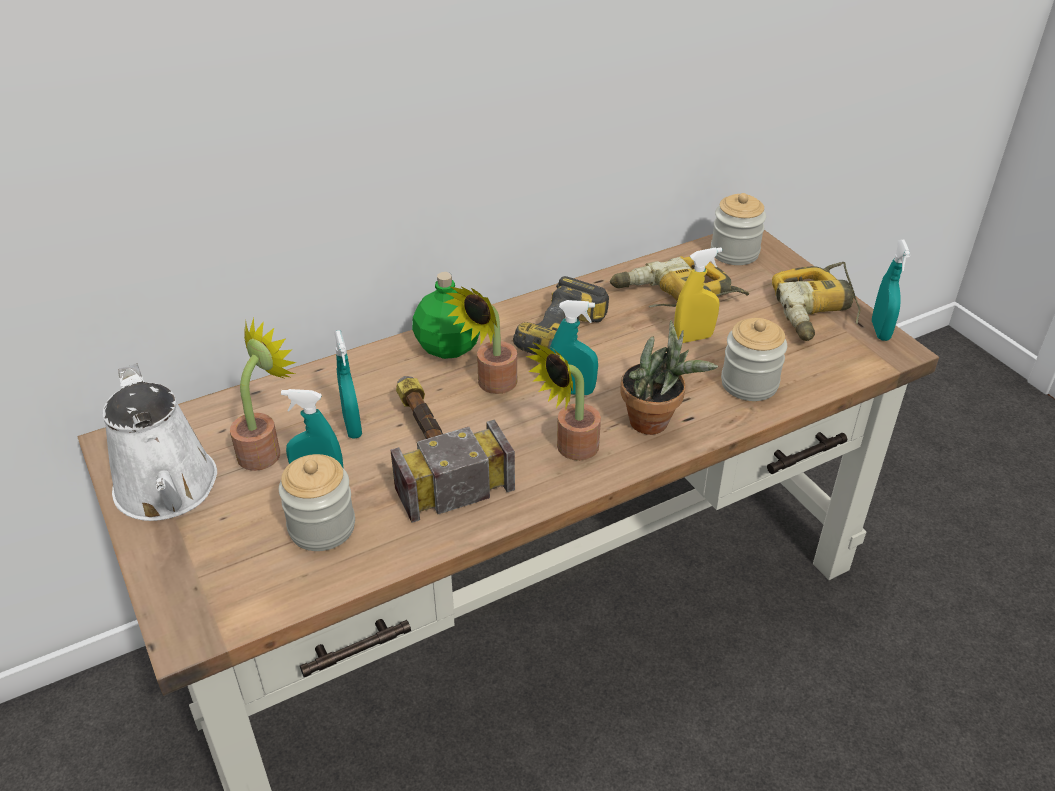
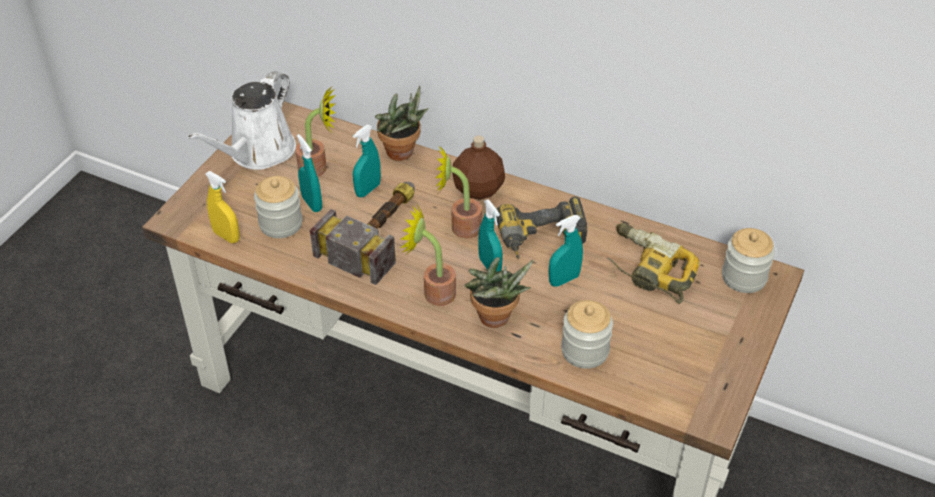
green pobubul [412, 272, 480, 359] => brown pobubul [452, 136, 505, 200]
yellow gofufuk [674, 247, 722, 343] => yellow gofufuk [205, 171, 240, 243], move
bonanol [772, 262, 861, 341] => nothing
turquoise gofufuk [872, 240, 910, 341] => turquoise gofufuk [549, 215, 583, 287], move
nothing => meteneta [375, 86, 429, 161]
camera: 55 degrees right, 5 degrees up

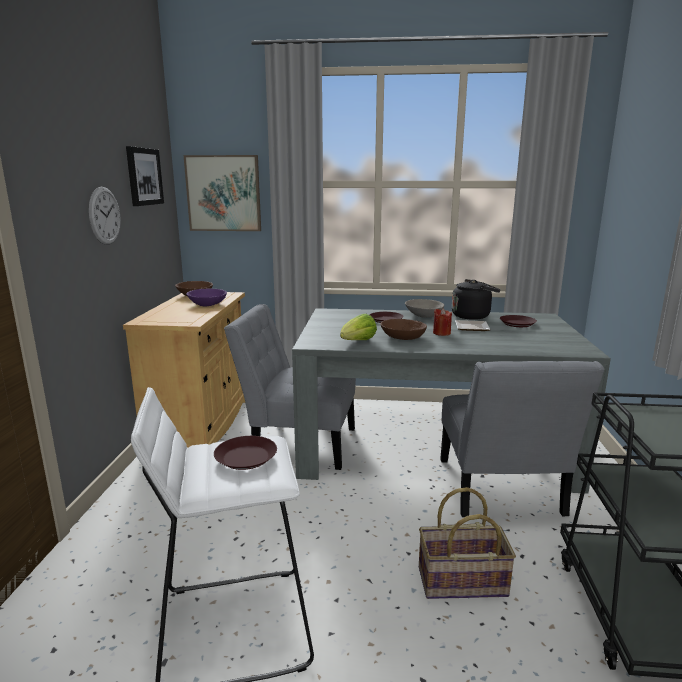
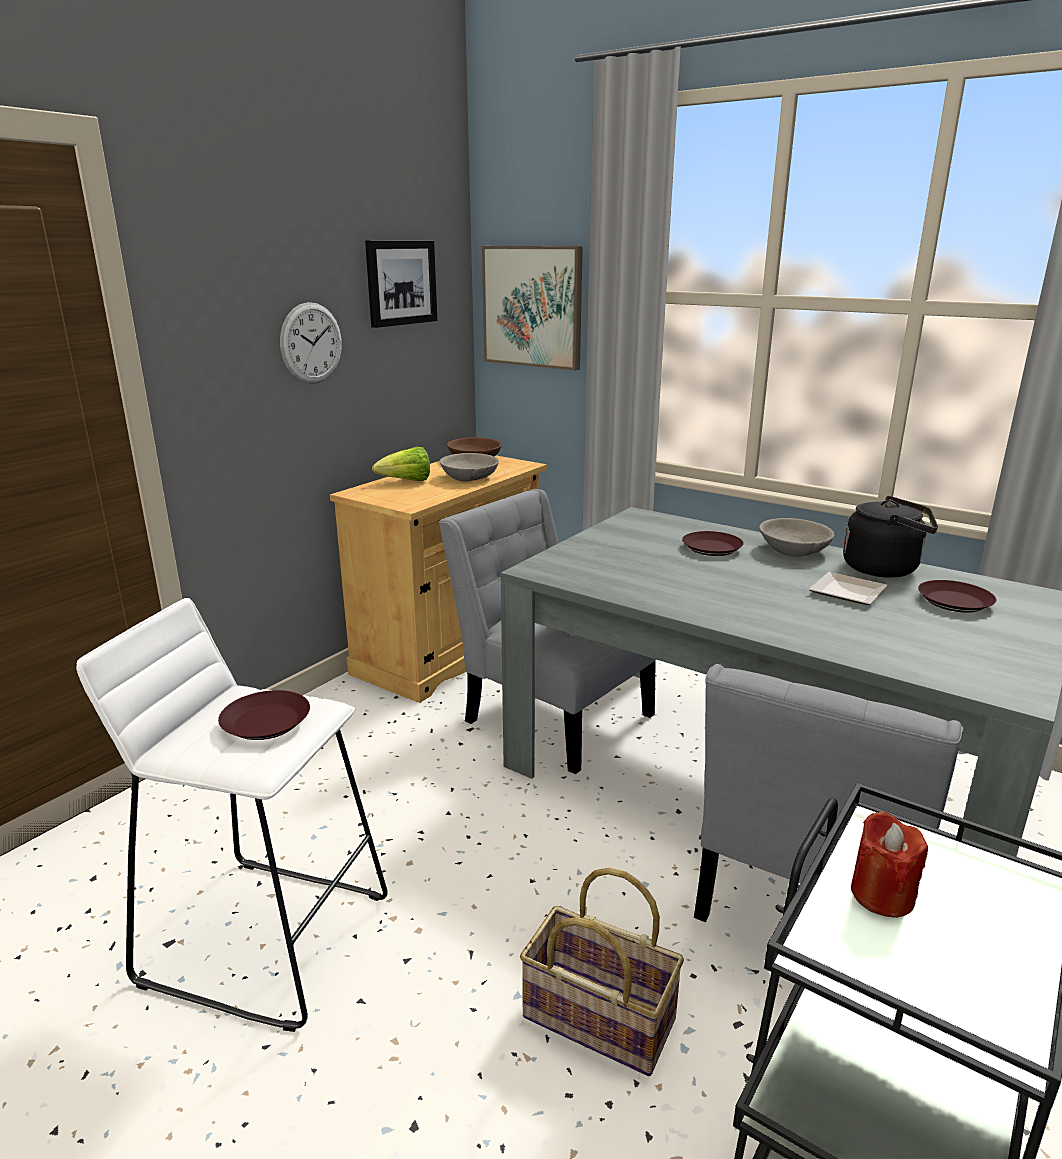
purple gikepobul [186, 289, 227, 306] => grey gikepobul [440, 453, 499, 482]
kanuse [340, 314, 377, 340] => kanuse [372, 447, 430, 481], move
brown gikepobul [380, 319, 427, 340] => nothing
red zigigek [433, 308, 452, 336] => red zigigek [851, 811, 928, 918], move
camera: 30 degrees right, 5 degrees up

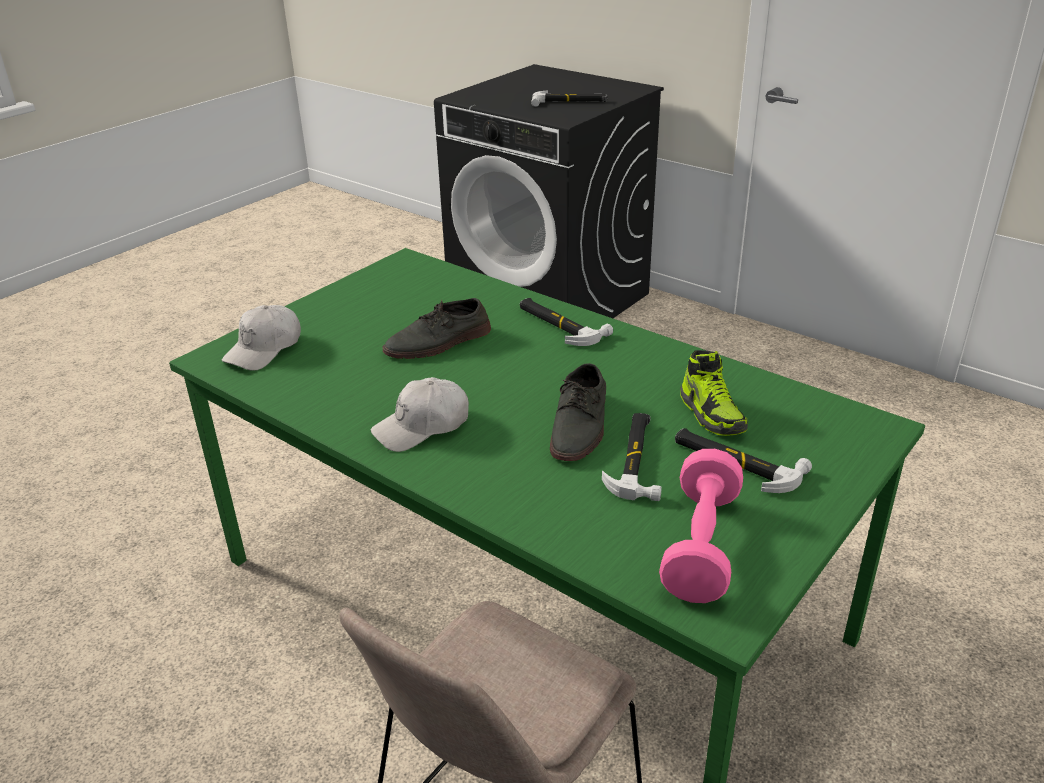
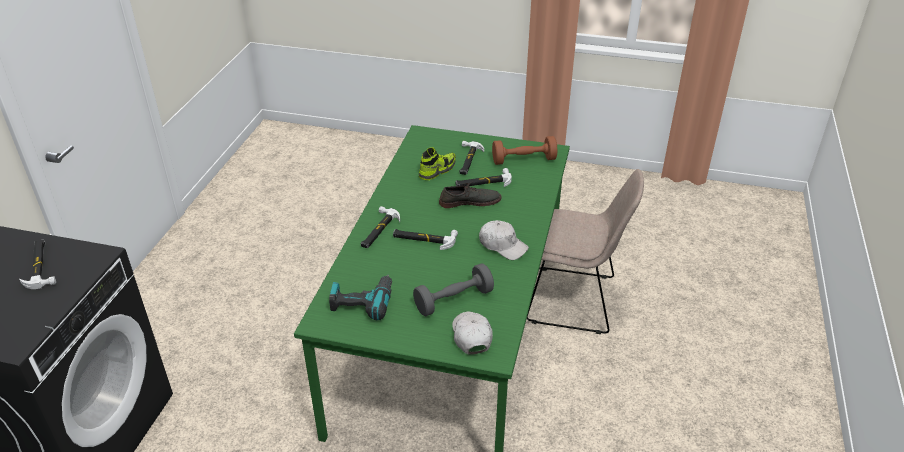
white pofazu [222, 305, 301, 371] => white pofazu [452, 312, 493, 355], 105 degrees counterclockwise
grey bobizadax [383, 298, 491, 359] => nothing
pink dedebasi [659, 449, 743, 603] => brown dedebasi [492, 136, 557, 165]
nothing => bonanol [329, 275, 392, 321]
nothing => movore [393, 229, 458, 250]
nothing => grey dedebasi [413, 263, 494, 316]
camera: 115 degrees left, 5 degrees up

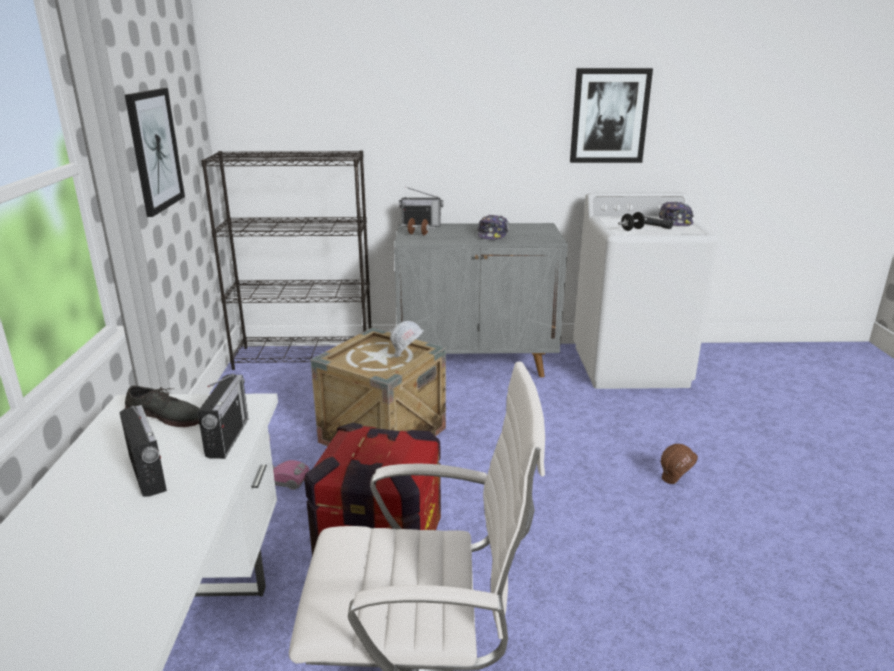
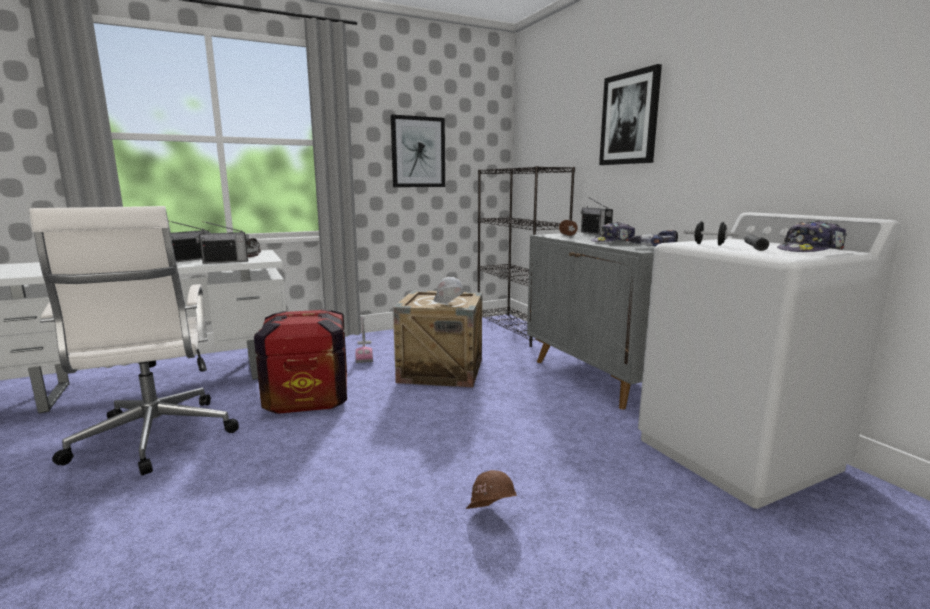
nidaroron [570, 68, 653, 163] => nidaroron [599, 64, 662, 165], move
nothing => bonanol [630, 230, 678, 246]
camera: 65 degrees right, 10 degrees down

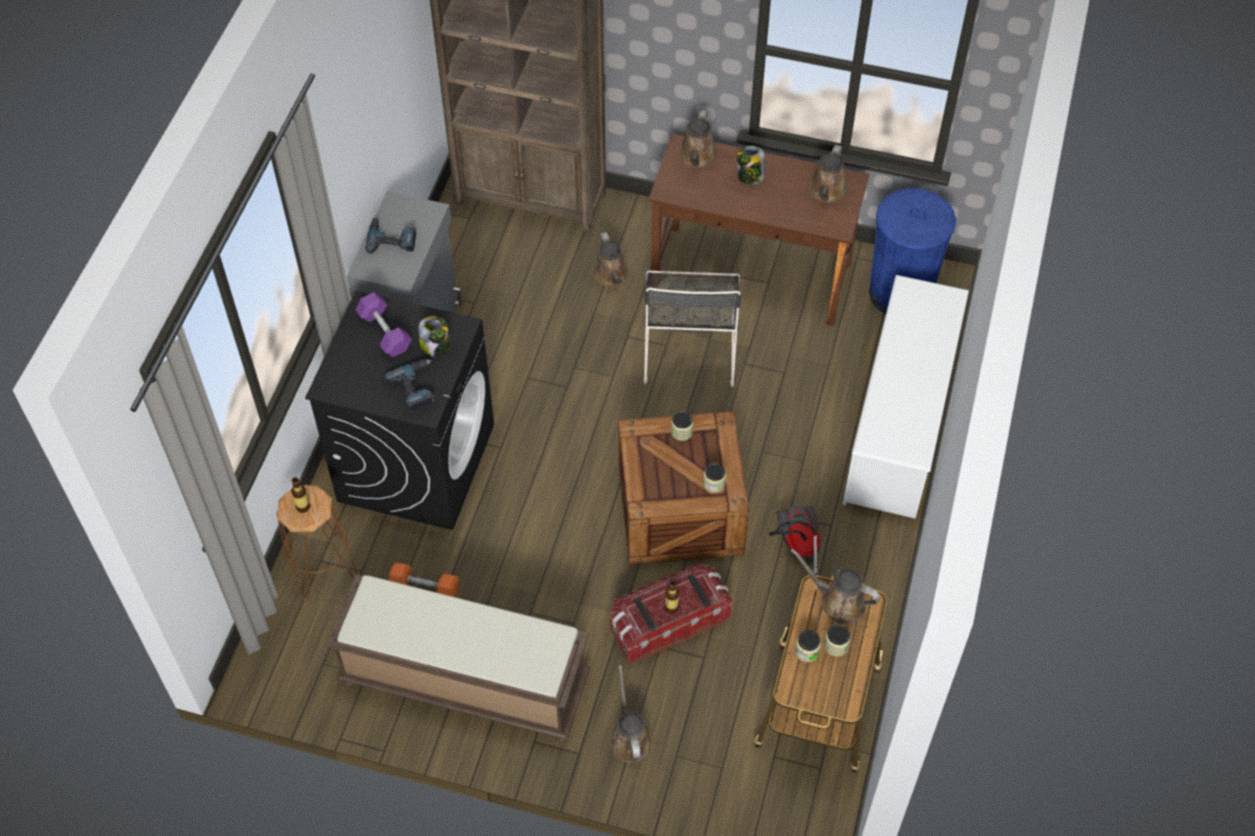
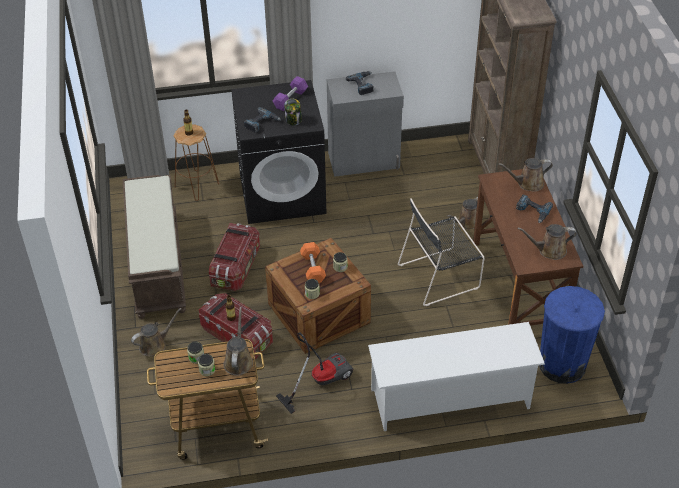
orange dedebasi [389, 563, 459, 597] => orange dedebasi [300, 242, 326, 283], move
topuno [737, 145, 765, 185] => bonanol [516, 194, 553, 223]
nothing => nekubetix [209, 223, 260, 291]
camera: 65 degrees right, 10 degrees down

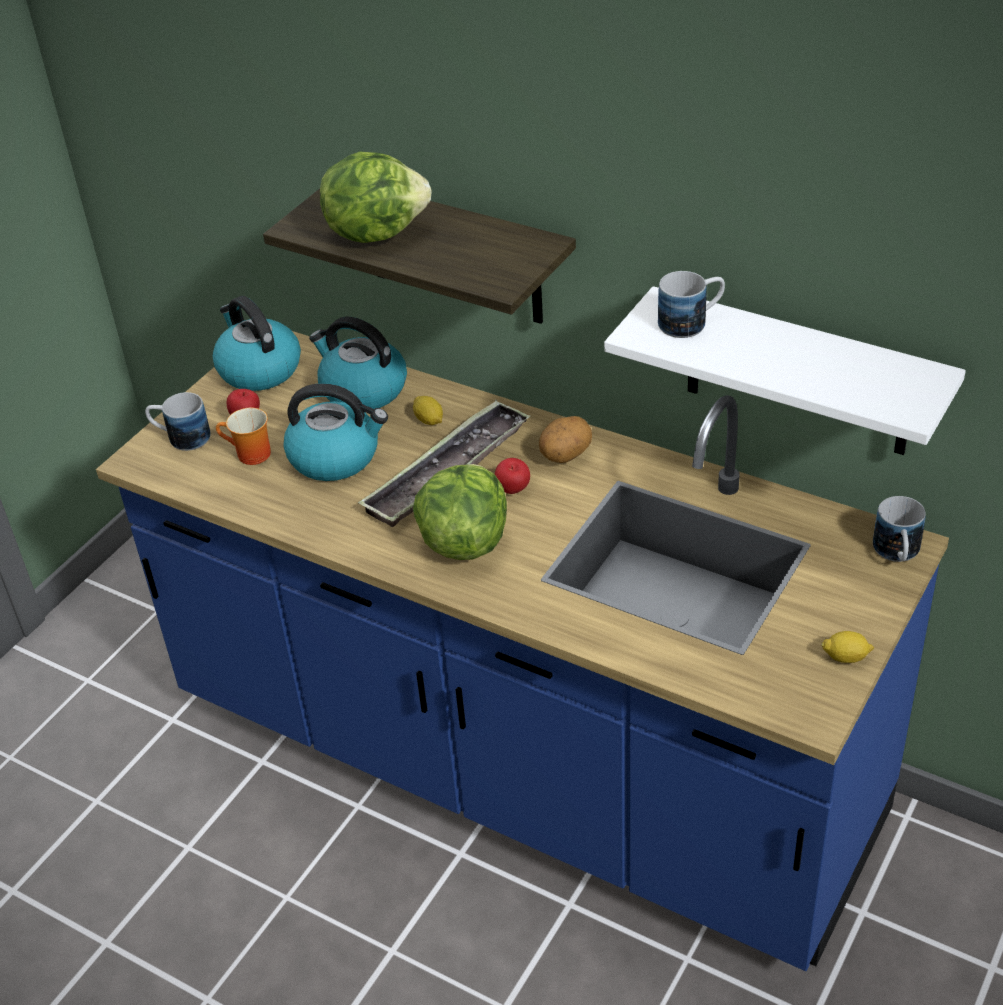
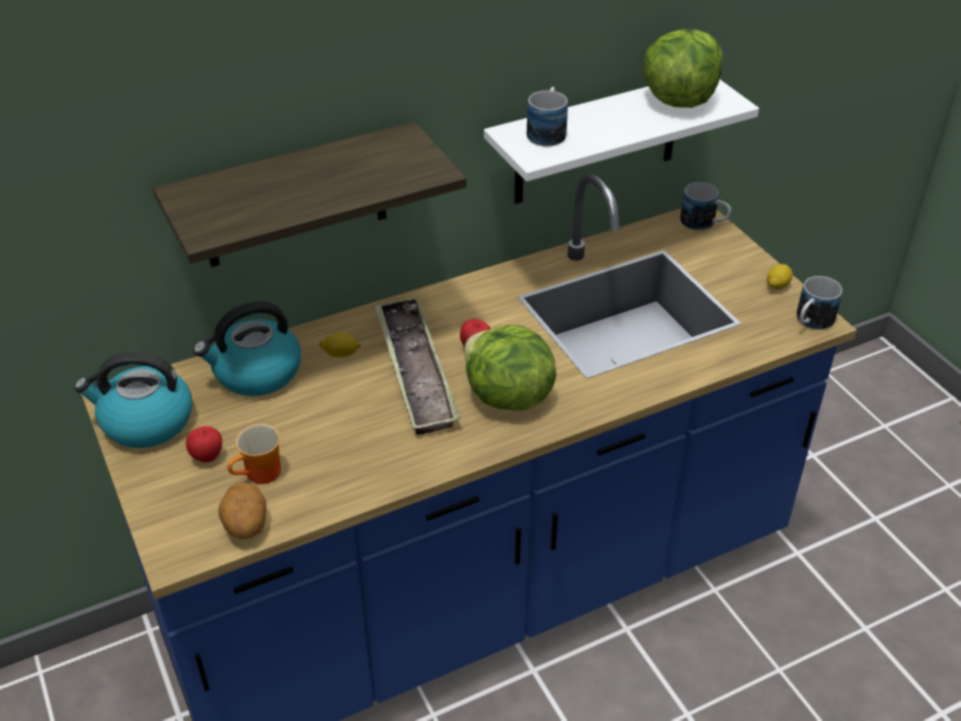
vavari [145, 392, 211, 451] => vavari [796, 276, 842, 330], move
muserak [283, 383, 388, 481] => nothing
kanuse [320, 151, 432, 243] => kanuse [643, 29, 723, 108], move
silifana [539, 416, 592, 463] => silifana [218, 482, 266, 539], move
camera: 60 degrees left, 0 degrees up

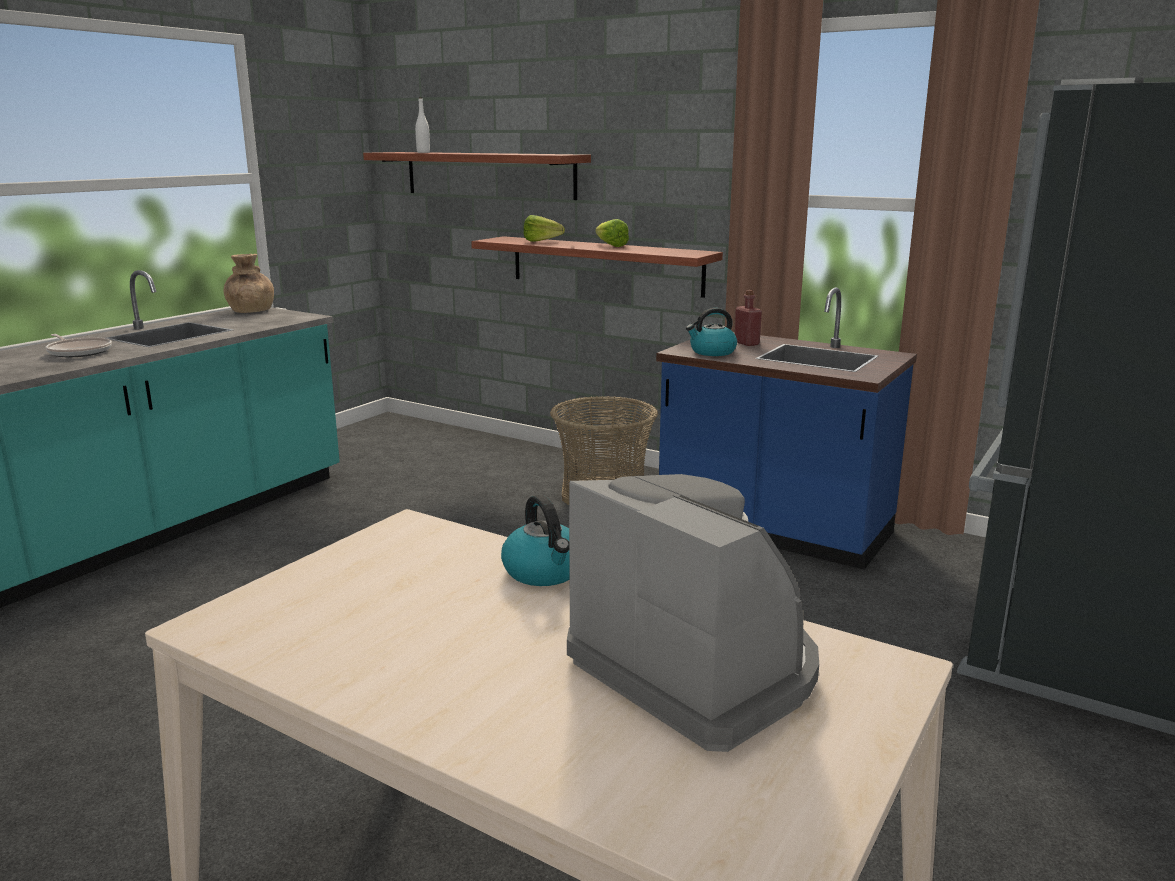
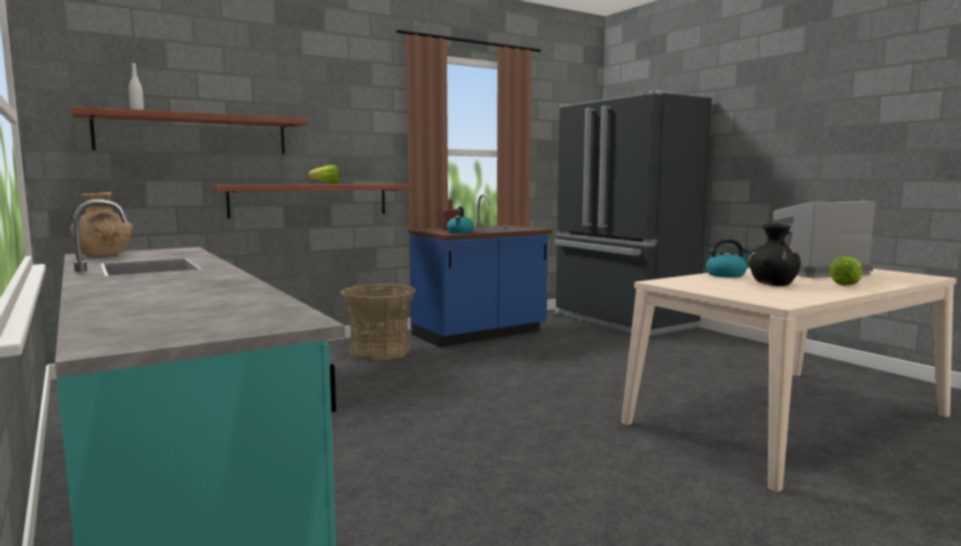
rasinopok [45, 334, 112, 357] => nothing
kanuse [524, 215, 565, 242] => kanuse [829, 257, 862, 286], move
nothing => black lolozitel [749, 223, 801, 286]
camera: 65 degrees left, 10 degrees down

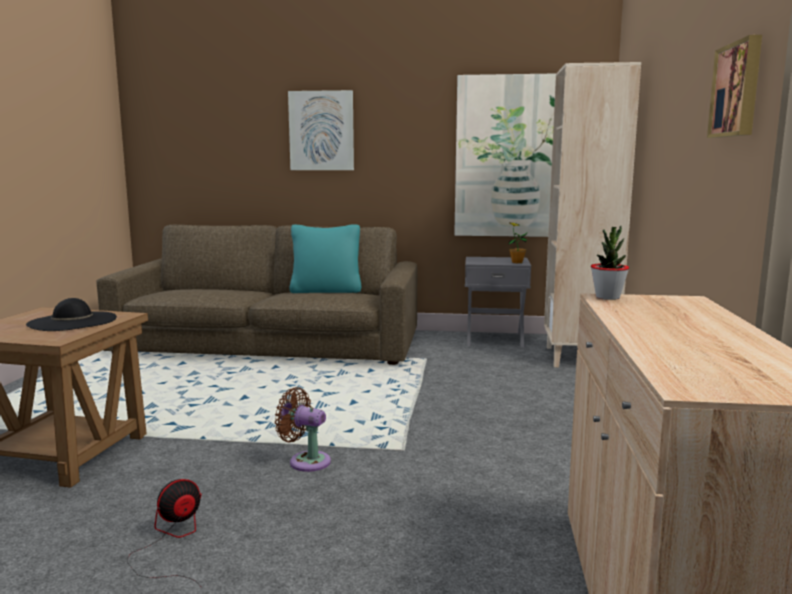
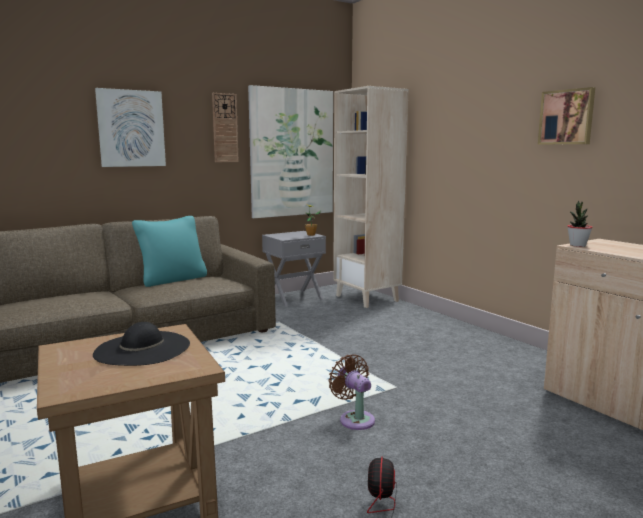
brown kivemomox [275, 387, 331, 472] => brown kivemomox [329, 354, 375, 430], 75 degrees clockwise
nothing => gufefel [212, 93, 239, 162]
camera: 40 degrees left, 0 degrees up

